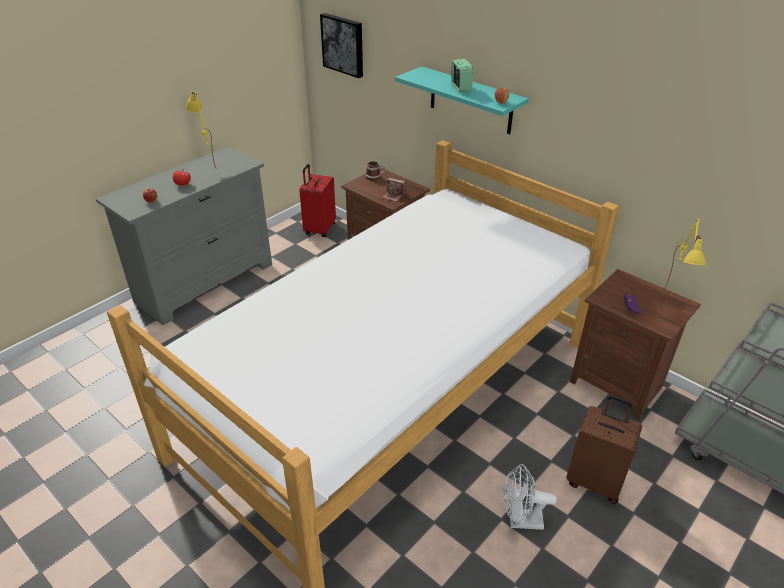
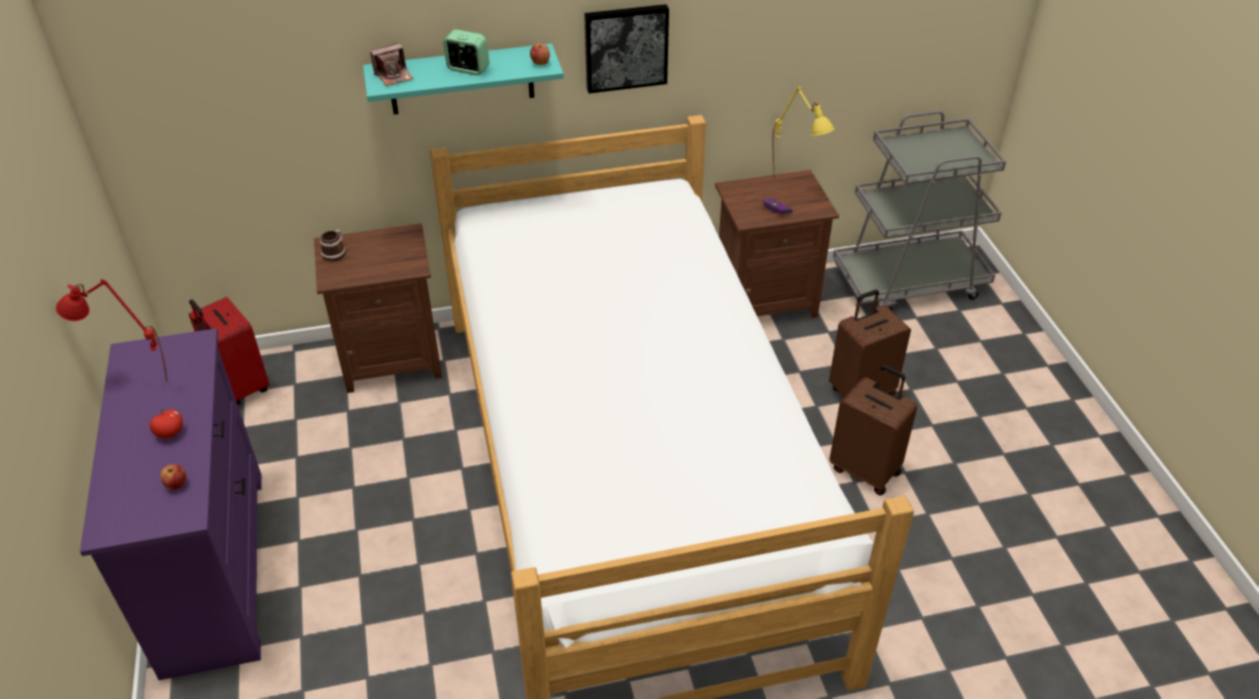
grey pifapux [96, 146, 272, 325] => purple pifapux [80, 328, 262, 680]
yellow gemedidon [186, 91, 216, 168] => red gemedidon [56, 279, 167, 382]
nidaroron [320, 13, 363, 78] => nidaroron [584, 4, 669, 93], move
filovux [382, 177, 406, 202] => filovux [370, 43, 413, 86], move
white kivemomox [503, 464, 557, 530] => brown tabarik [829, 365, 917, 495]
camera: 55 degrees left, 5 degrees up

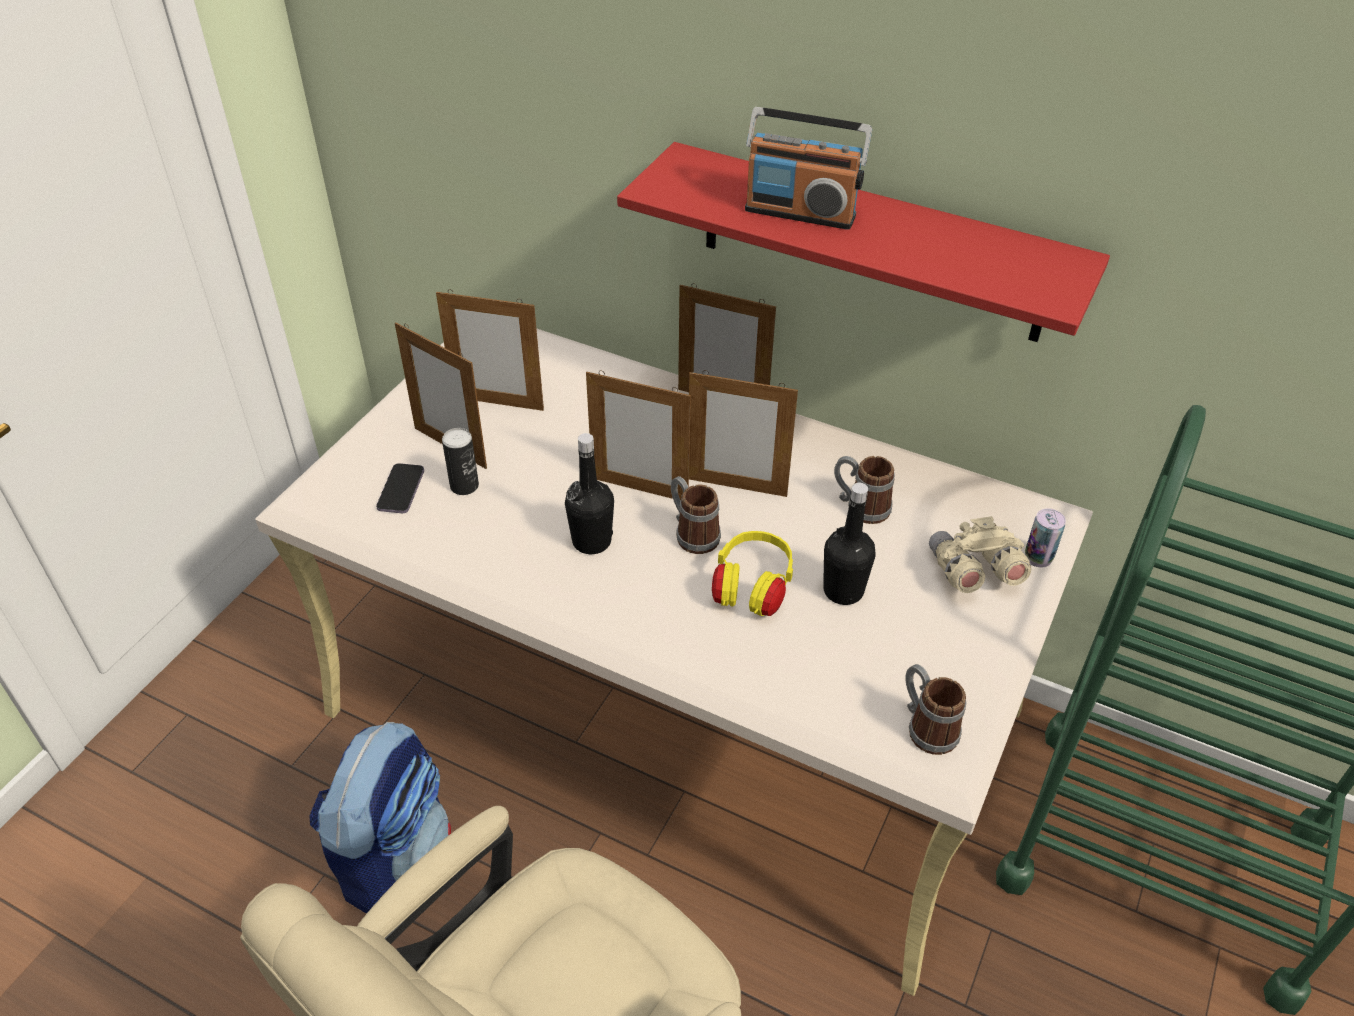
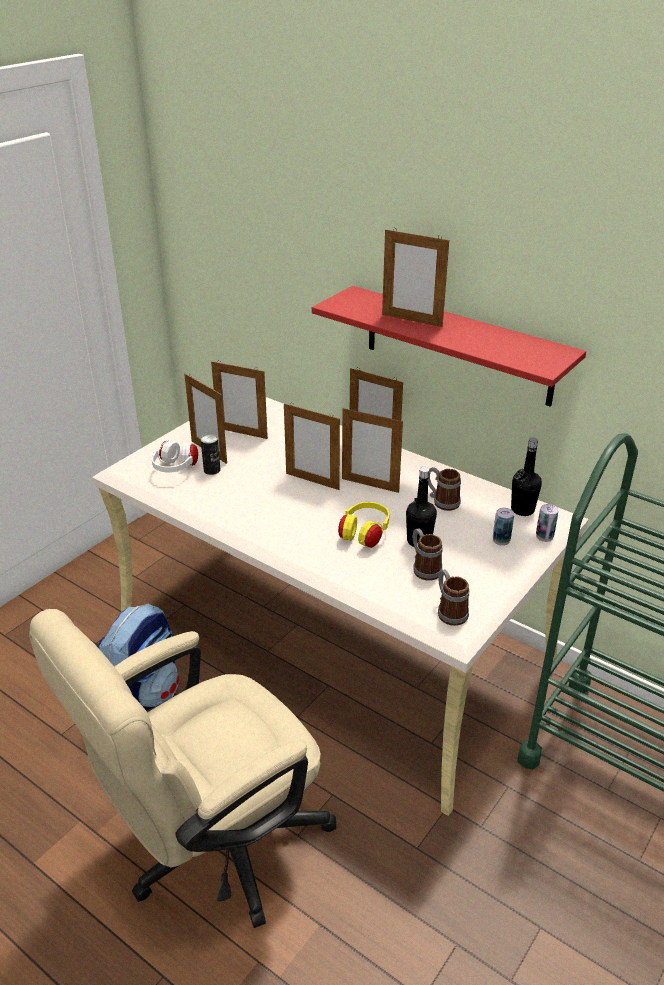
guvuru [376, 463, 424, 513] => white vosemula [152, 440, 198, 472]
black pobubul [565, 433, 614, 554] => black pobubul [511, 437, 542, 516], move
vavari [671, 476, 721, 554] => vavari [413, 528, 443, 581], move
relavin [745, 107, 872, 230] => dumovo [382, 228, 449, 327]
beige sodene [929, 516, 1031, 593] => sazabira [493, 507, 514, 546]
camera: 10 degrees right, 10 degrees down

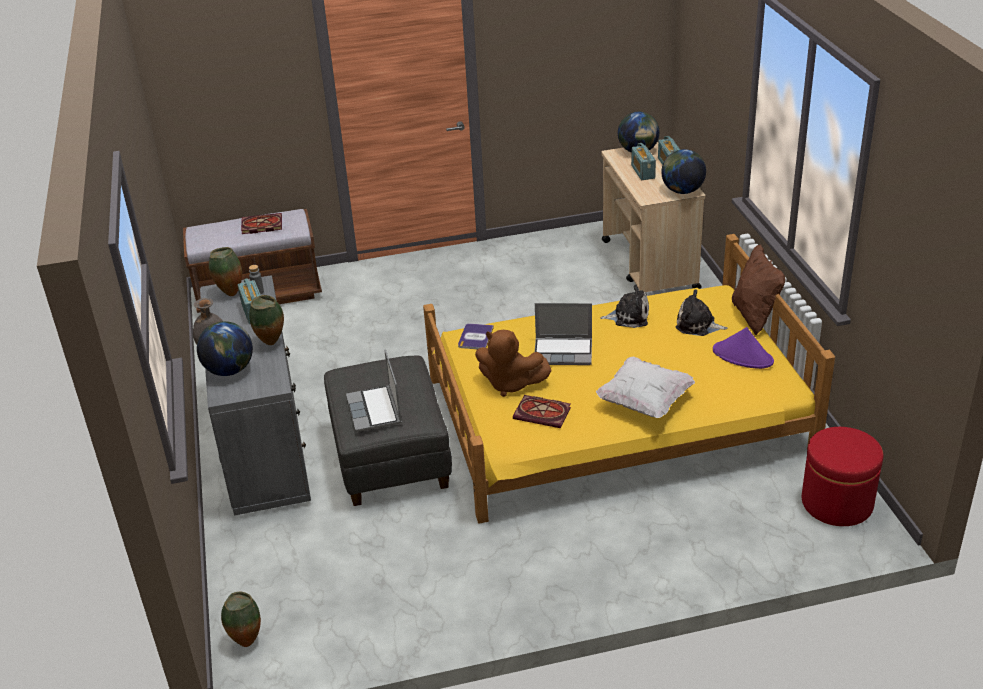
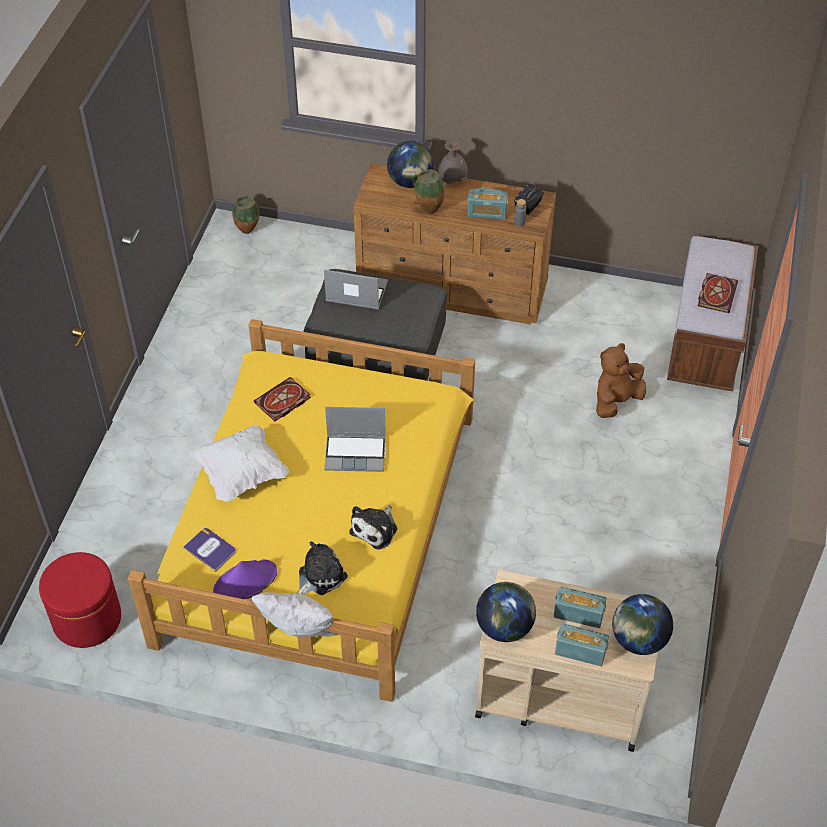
grey pifapux [200, 275, 311, 516] => brown pifapux [353, 163, 556, 324]
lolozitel [209, 247, 242, 296] => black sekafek [514, 183, 544, 215]
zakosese [458, 323, 494, 349] => zakosese [183, 528, 236, 572], move
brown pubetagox [475, 330, 552, 397] => brown pubetagox [596, 343, 646, 418], move
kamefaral [535, 303, 592, 365] => kamefaral [324, 407, 386, 472], 120 degrees counterclockwise
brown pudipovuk [732, 245, 785, 335] => white pudipovuk [251, 592, 337, 637]
camera: 115 degrees right, 15 degrees up

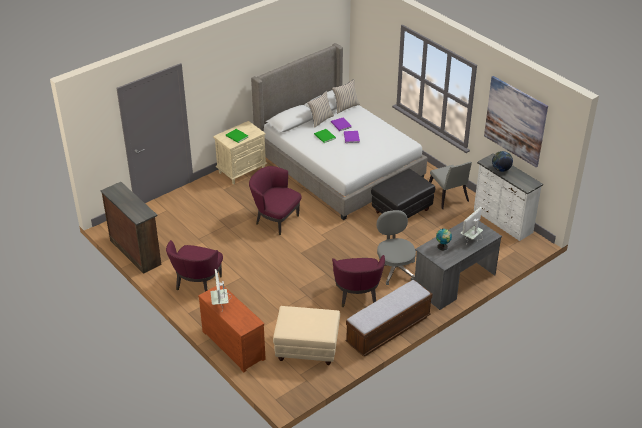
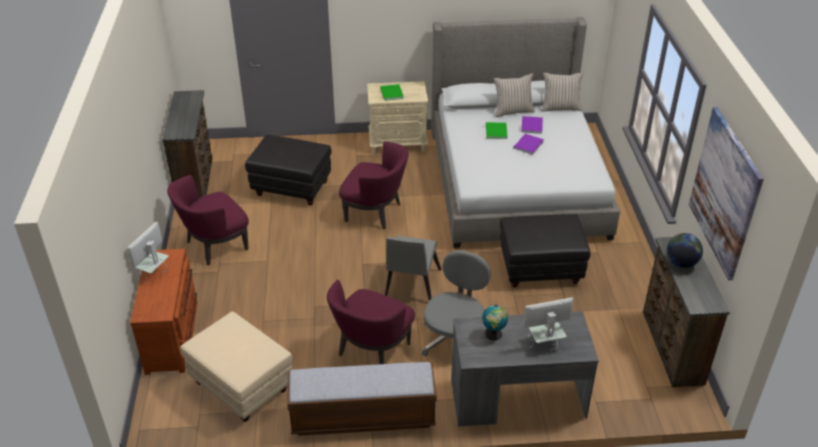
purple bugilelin [249, 166, 301, 235] => purple bugilelin [339, 142, 408, 229], 135 degrees clockwise
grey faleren [429, 162, 472, 209] => grey faleren [385, 236, 441, 300], move
white pifapux [474, 154, 543, 241] => brown pifapux [643, 237, 730, 387]
nothing => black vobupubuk [245, 135, 331, 205]
camera: 35 degrees right, 0 degrees up

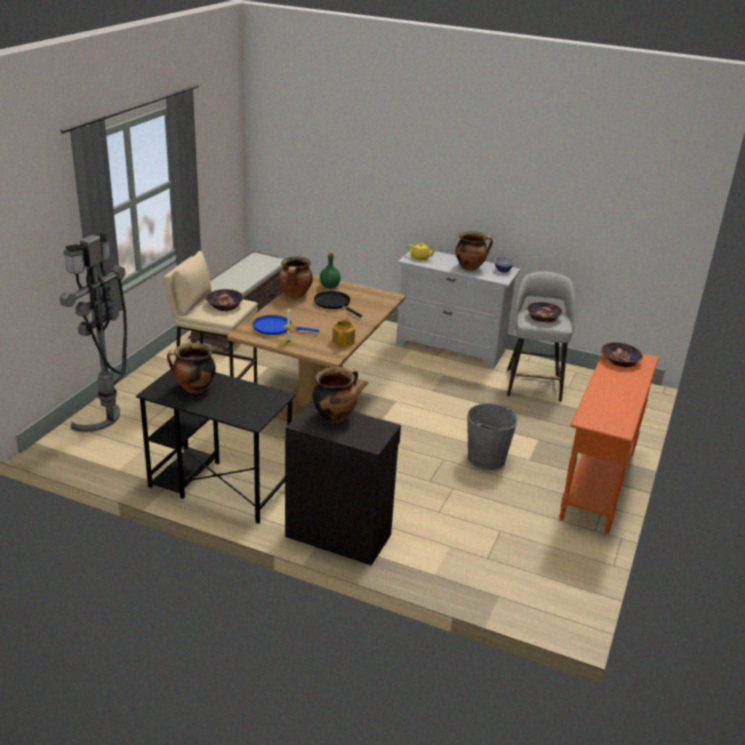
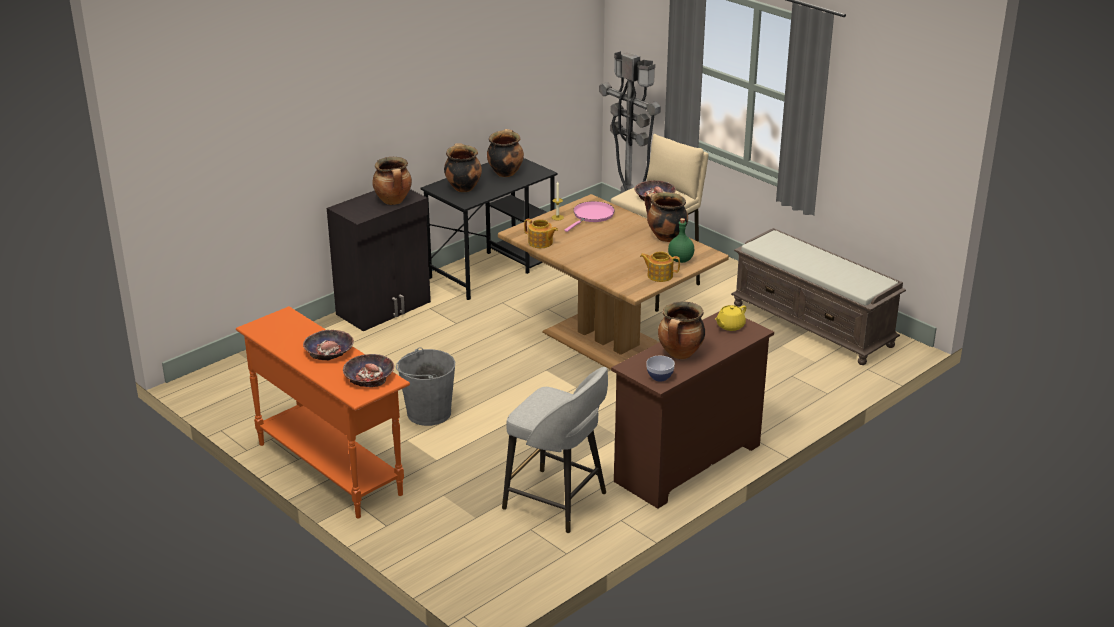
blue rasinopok [253, 315, 319, 335] => pink rasinopok [564, 201, 615, 232]
black rasinopok [314, 291, 362, 317] => nothing
white pifapux [396, 249, 521, 369] => brown pifapux [611, 311, 774, 509]
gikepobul [527, 302, 563, 323] => gikepobul [303, 330, 354, 361], move
nothing => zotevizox [444, 144, 482, 192]
nothing => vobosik [640, 252, 680, 282]
camera: 115 degrees right, 0 degrees up

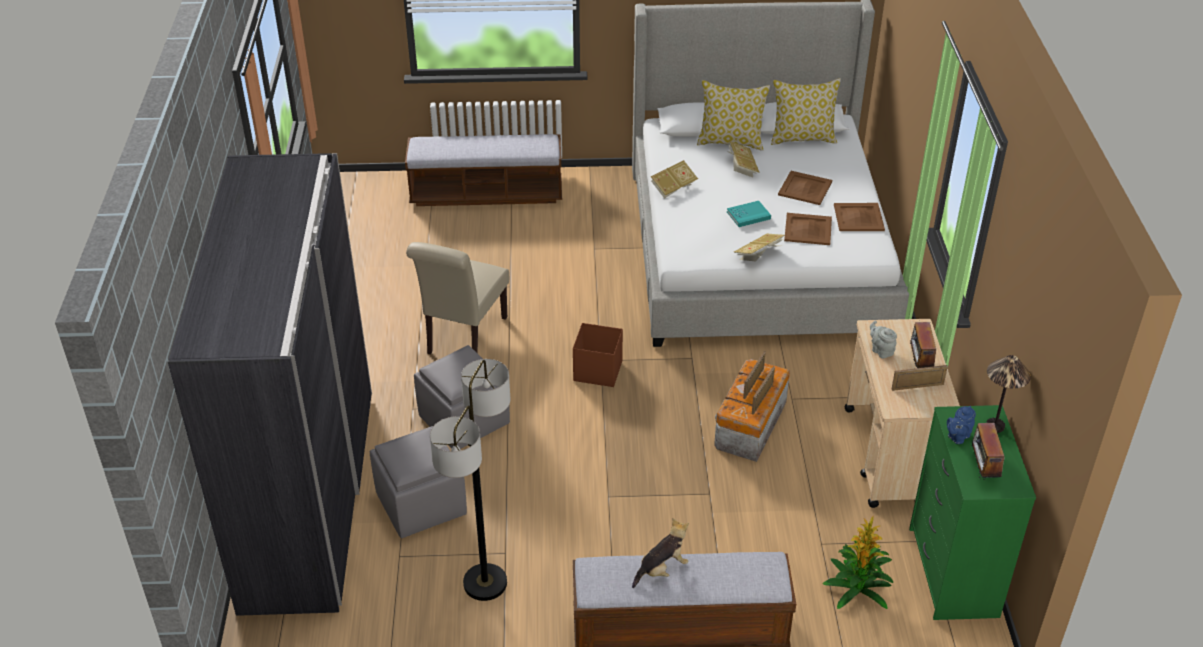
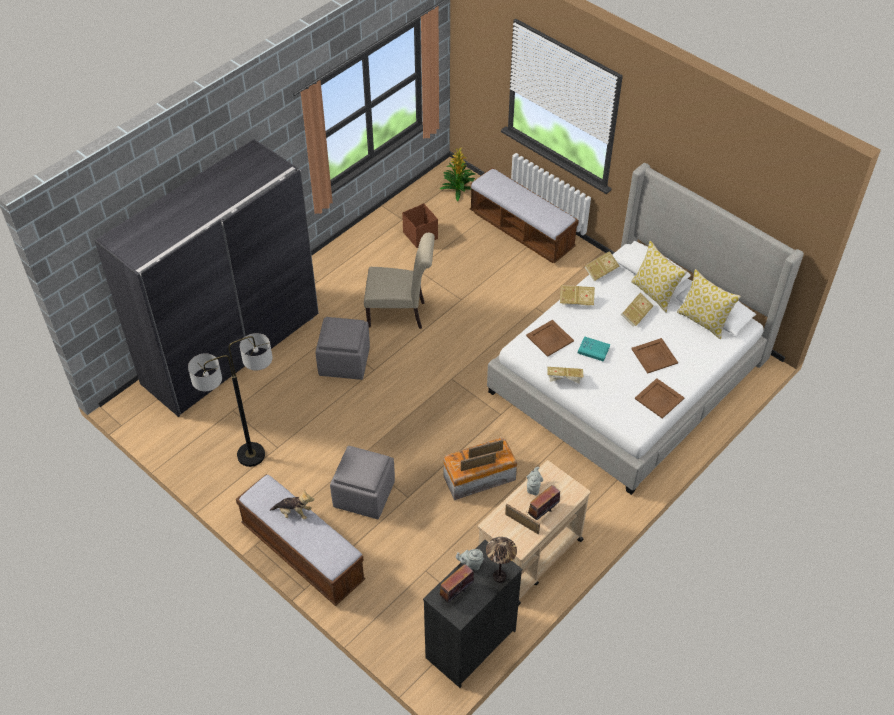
grey vobupubuk [370, 426, 467, 538] => grey vobupubuk [330, 446, 395, 519], move
beige faleren [406, 242, 509, 354] => beige faleren [364, 233, 435, 329], 150 degrees counterclockwise
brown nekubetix [573, 323, 623, 387] => brown nekubetix [402, 203, 438, 248], move
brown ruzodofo [784, 213, 832, 245] => brown ruzodofo [526, 320, 574, 357], move
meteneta [822, 515, 893, 609] => meteneta [440, 148, 475, 202], move
green pifapux [909, 405, 1036, 620] => black pifapux [423, 540, 522, 688]
blue vobosik [947, 406, 976, 444] => grey vobosik [456, 549, 484, 571]
nothing => zakosese [585, 251, 619, 281]
camera: 45 degrees right, 10 degrees up

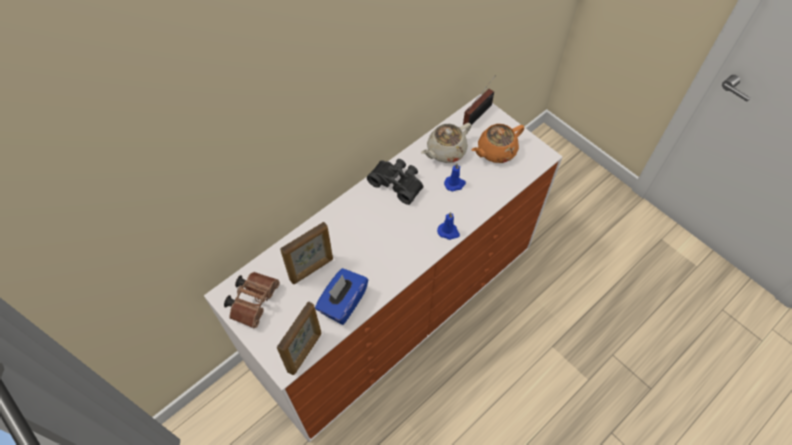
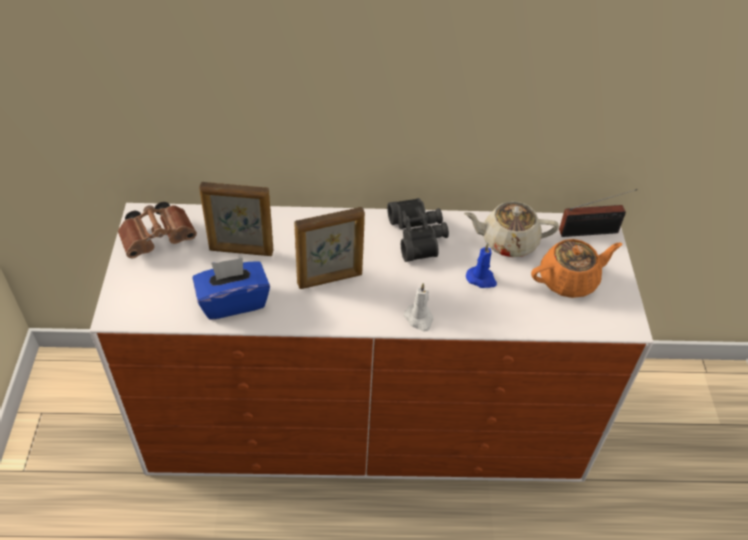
dumovo [277, 301, 322, 375] => dumovo [294, 207, 365, 289], move
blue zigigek [437, 212, 460, 240] => white zigigek [404, 283, 433, 332]
orange vobosik [471, 124, 524, 163] => orange vobosik [531, 239, 622, 298], 150 degrees clockwise
camera: 40 degrees right, 10 degrees down

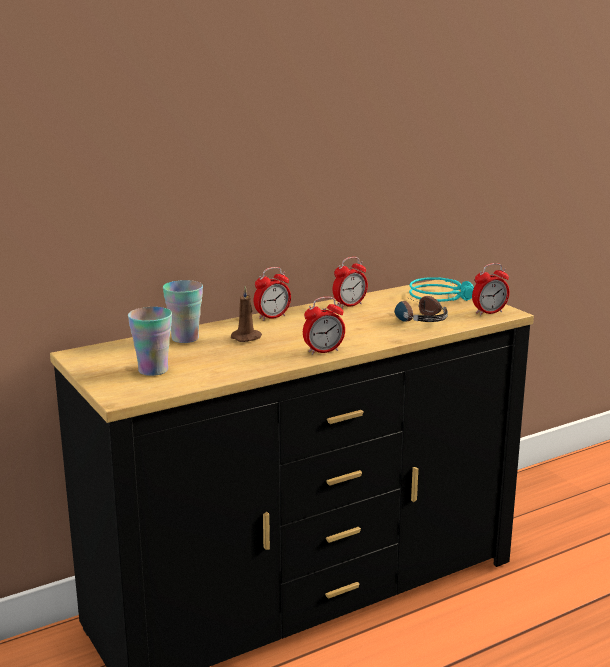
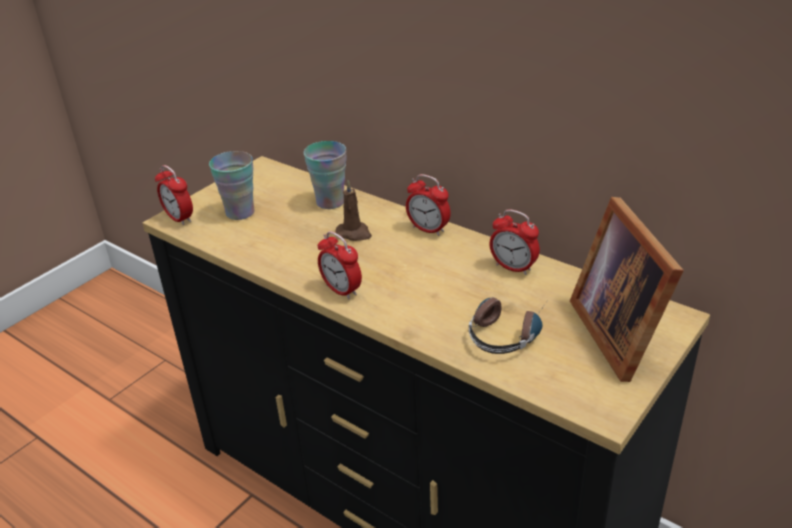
turquoise vosemula [409, 277, 474, 302] => dumovo [570, 197, 684, 382]
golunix [472, 263, 510, 316] => golunix [155, 165, 193, 225], move
camera: 70 degrees right, 15 degrees up

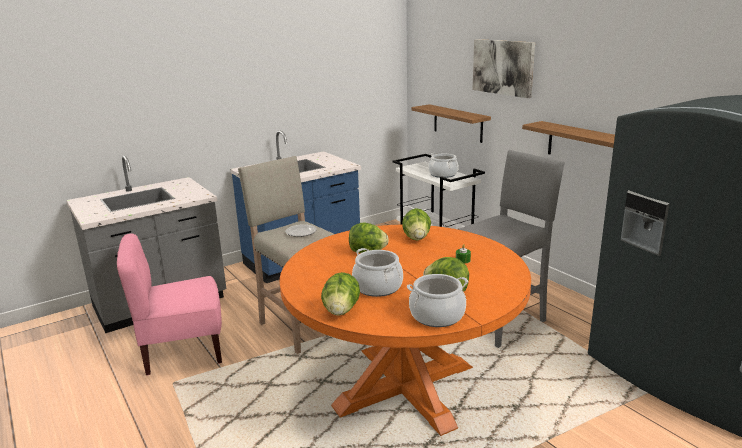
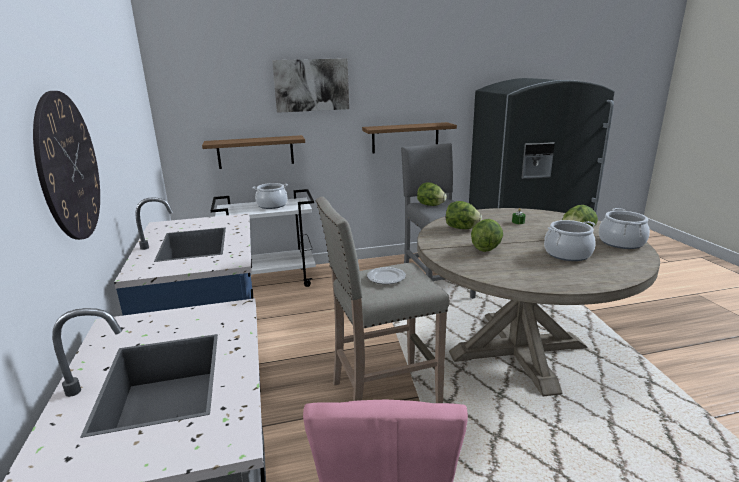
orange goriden [280, 225, 531, 436] => beige goriden [417, 208, 660, 396]
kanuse [321, 272, 360, 316] => kanuse [417, 182, 447, 206], move
nothing => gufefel [33, 91, 100, 240]
camera: 70 degrees left, 0 degrees up

